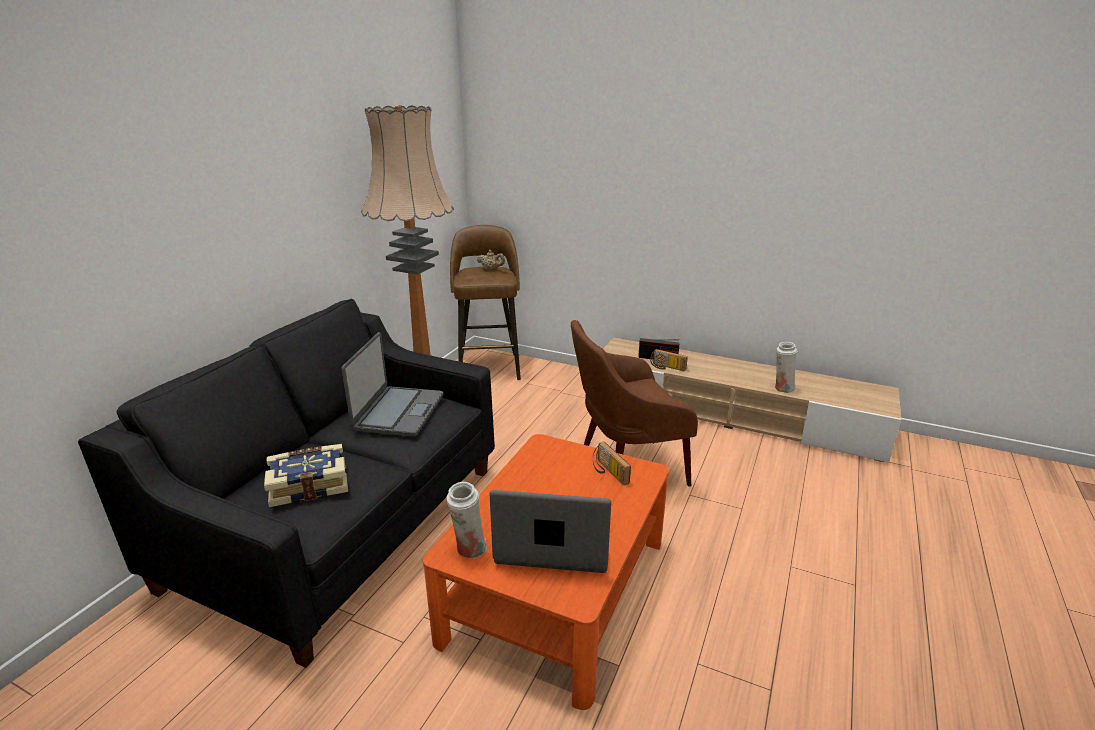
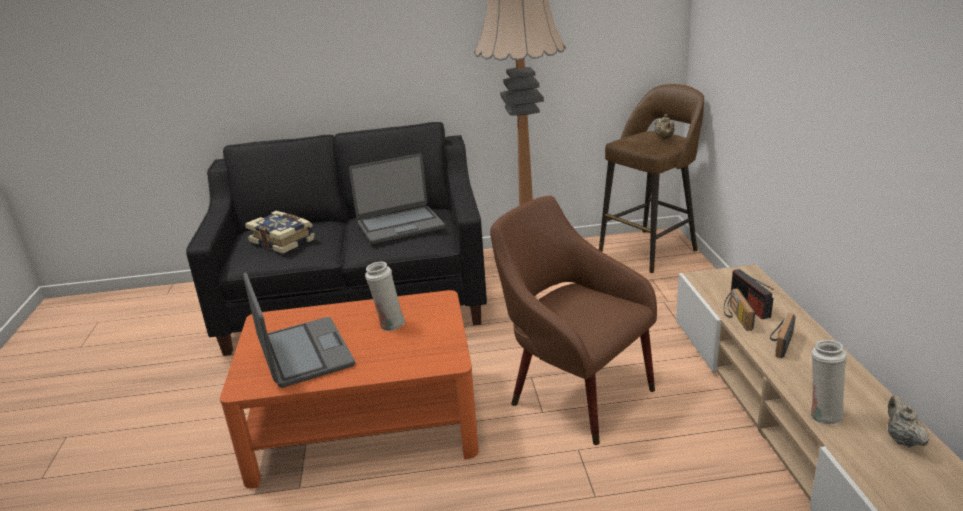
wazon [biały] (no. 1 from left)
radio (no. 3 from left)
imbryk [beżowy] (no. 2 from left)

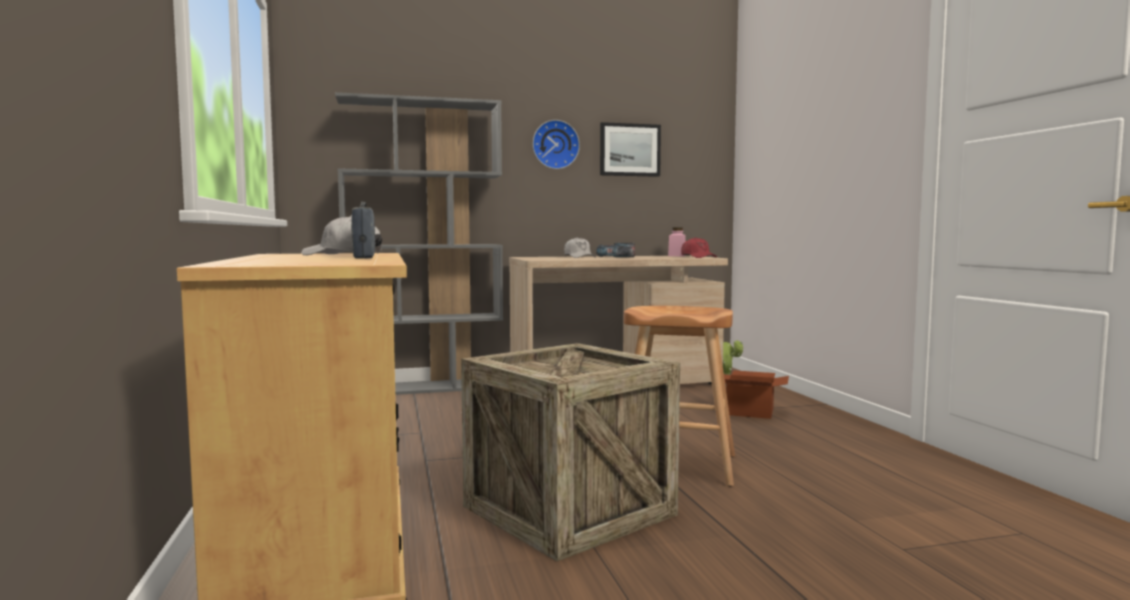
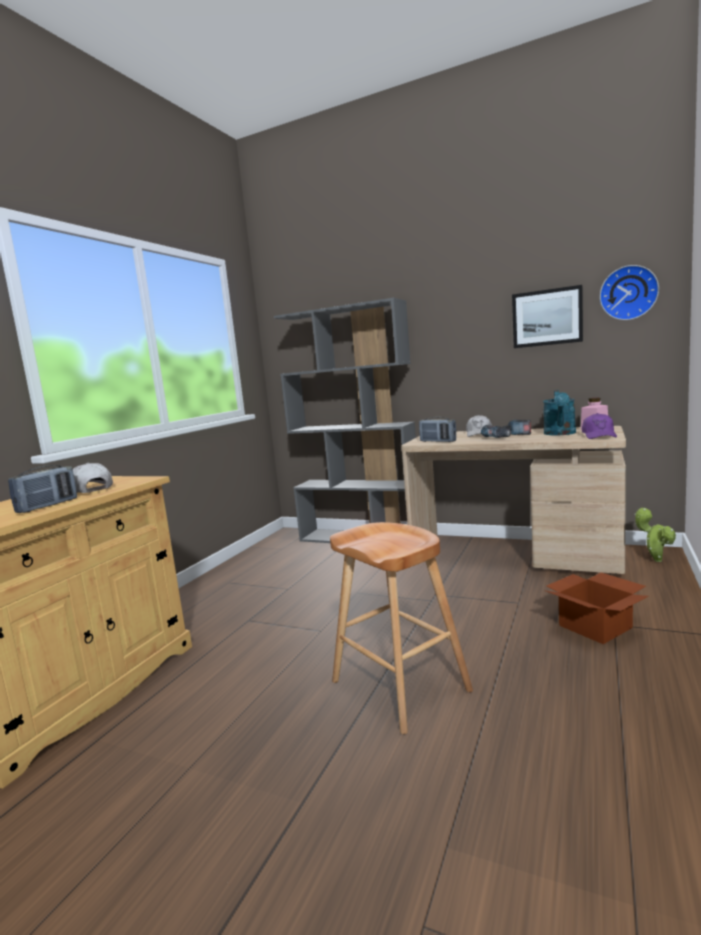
radio (no. 2 from left)
konewka [turkusowy]
czapka z daszkiem [fioletowy]
zegar ścienny
skrzynka

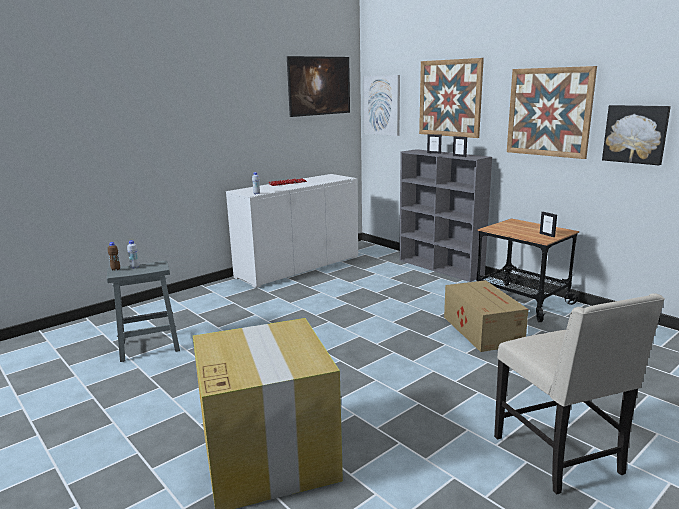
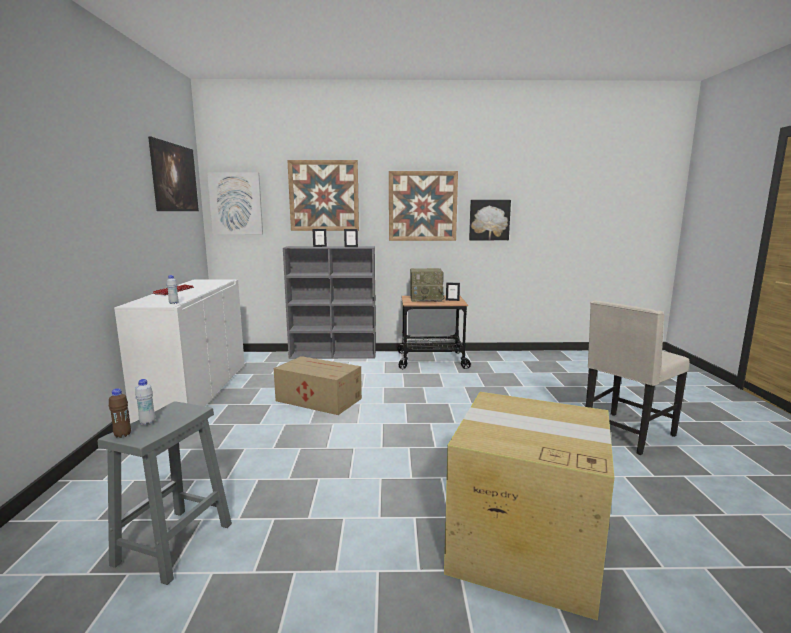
karton (no. 1 from left)
radio
krzesło [beżowy]

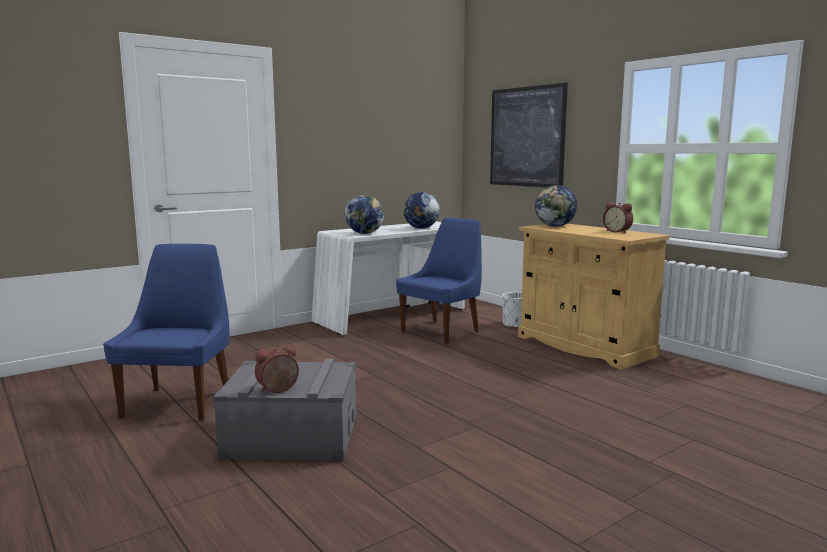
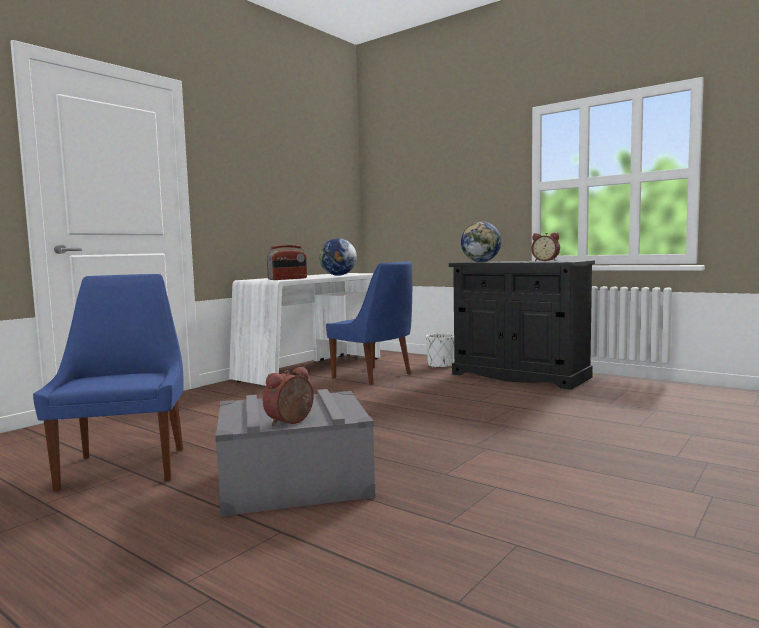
radio
krzesło [niebieski] (no. 2 from left)
szafka [czarny]
obraz

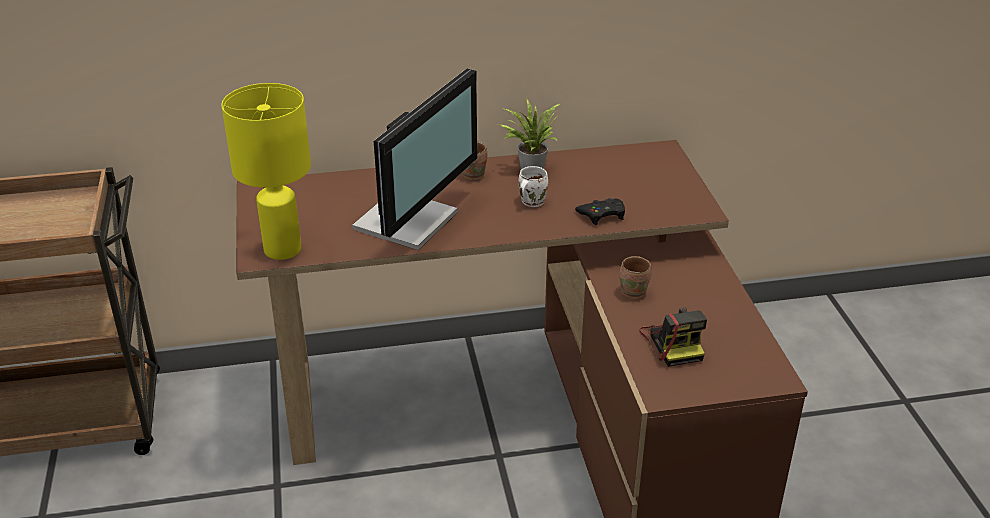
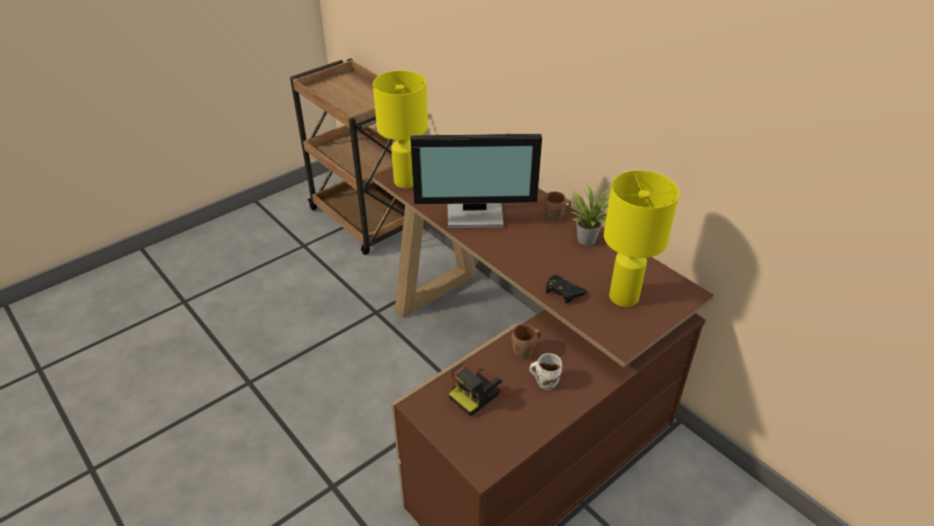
kubek [biały]
lampa stołowa [żółty] (no. 2 from left)

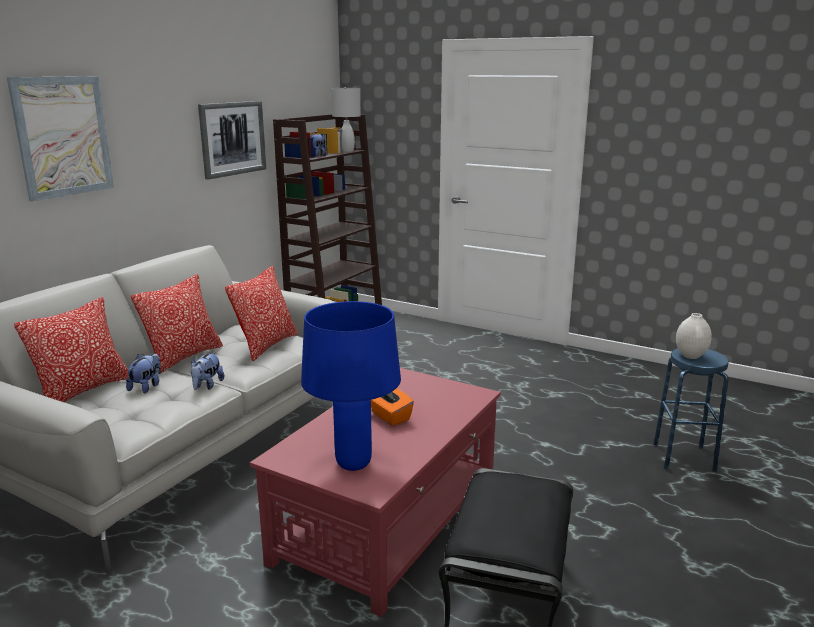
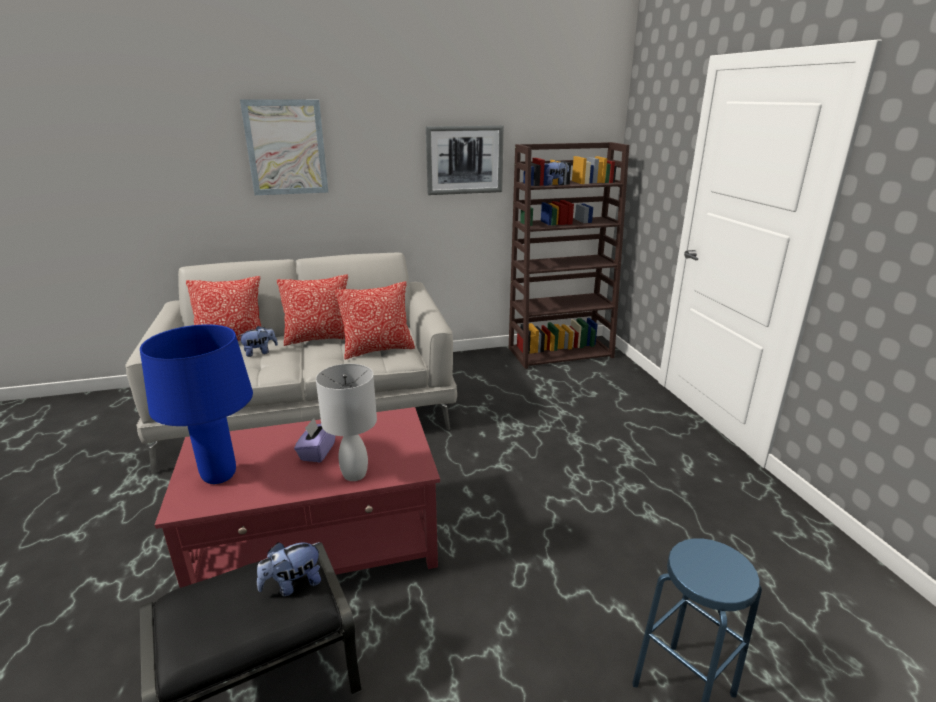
pluszak (no. 2 from left)
pudełko chusteczek [fioletowy]
lampa stołowa [biały]
wazon [biały]

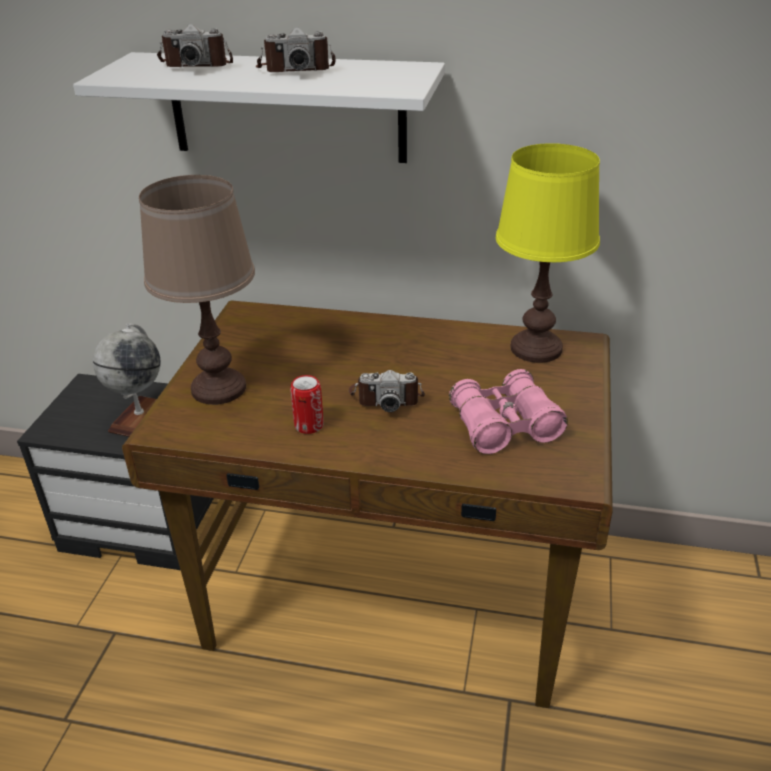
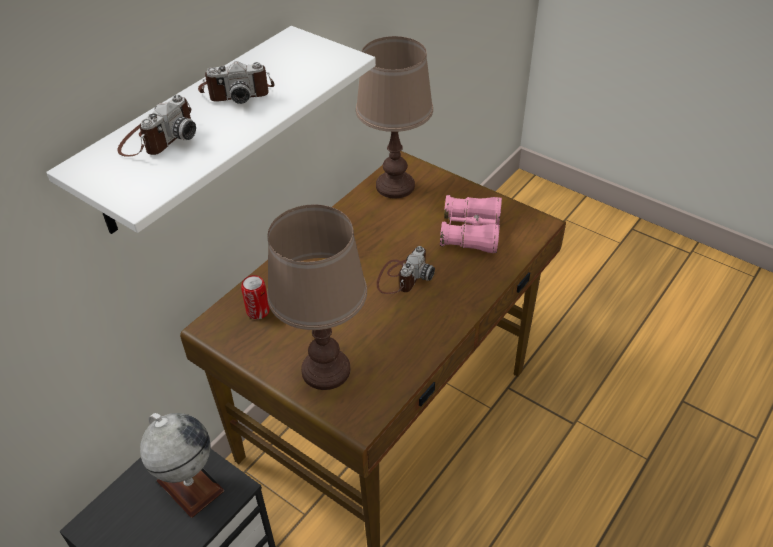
aparat fotograficzny (no. 2 from left)
puszka
lampa stołowa [brązowy] (no. 2 from left)

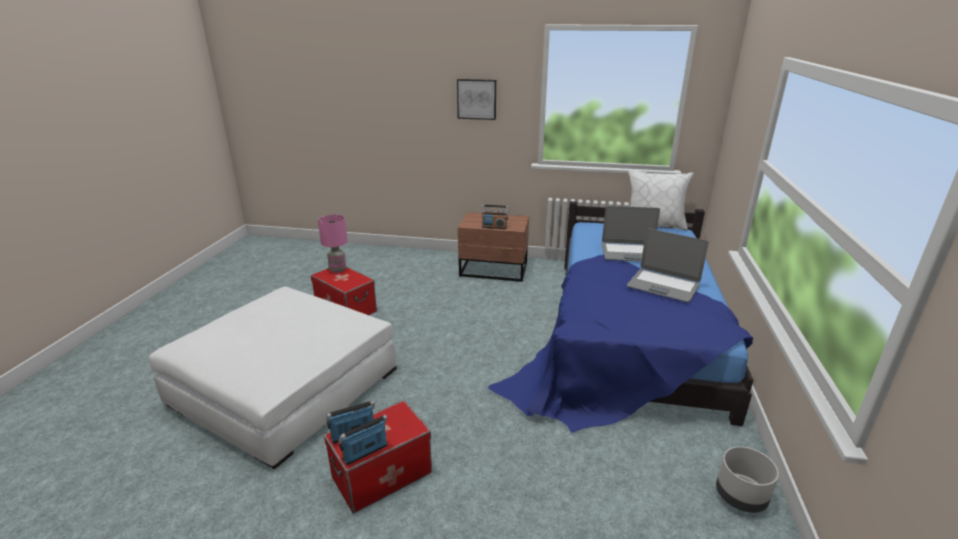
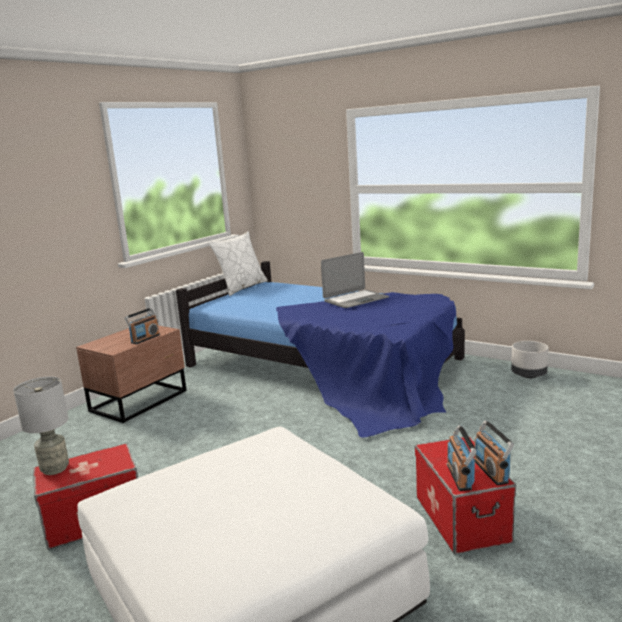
lampa stołowa [szary]
obraz
laptop (no. 1 from left in the first image)

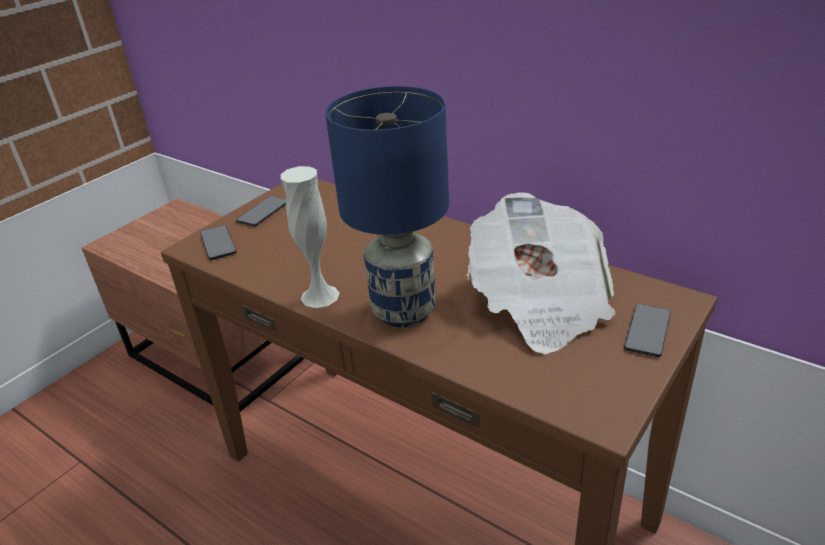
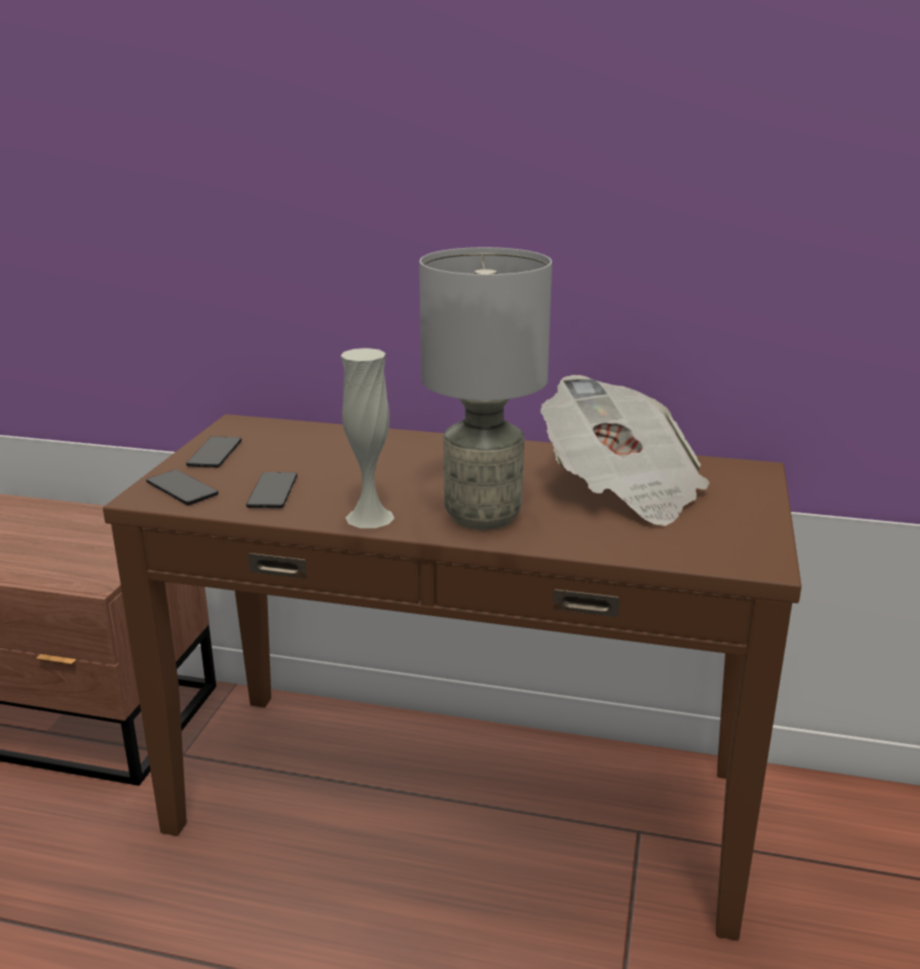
telefon (no. 3 from left)
lampa stołowa [szary]

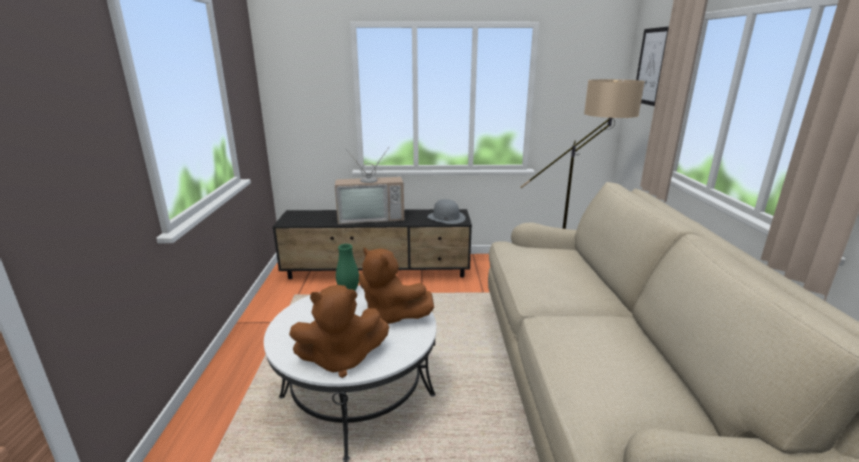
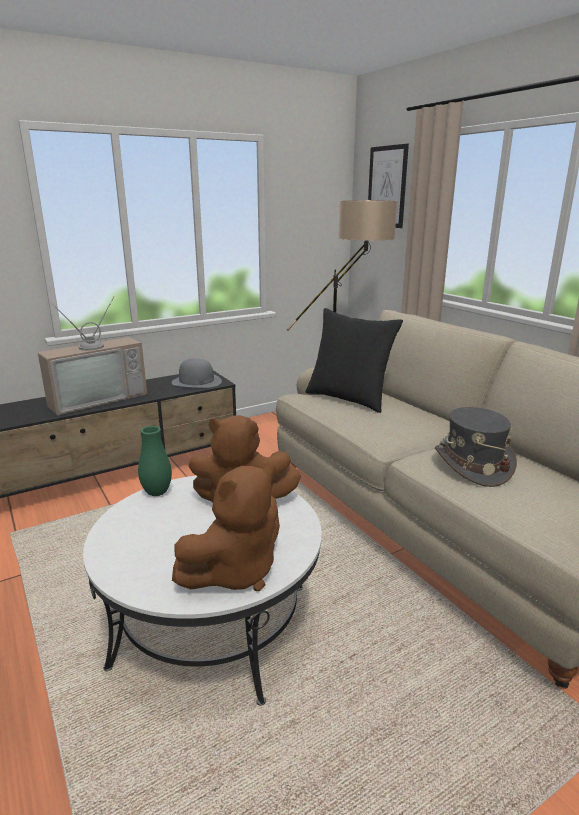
poduszka [czarny]
kapelusz [szary] (no. 2 from left)

